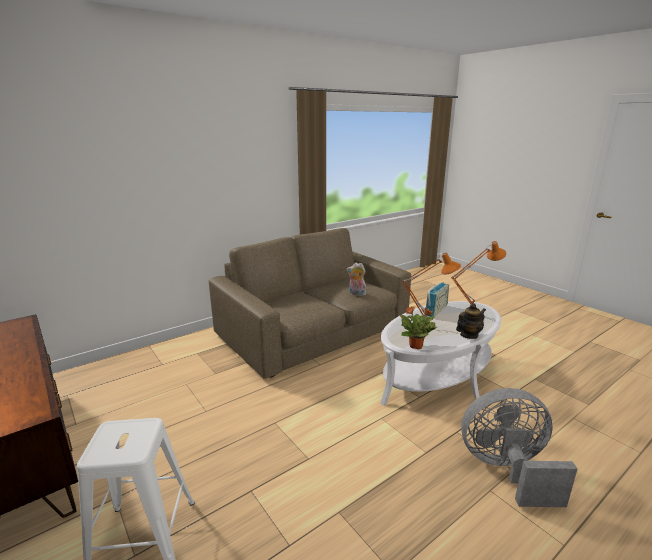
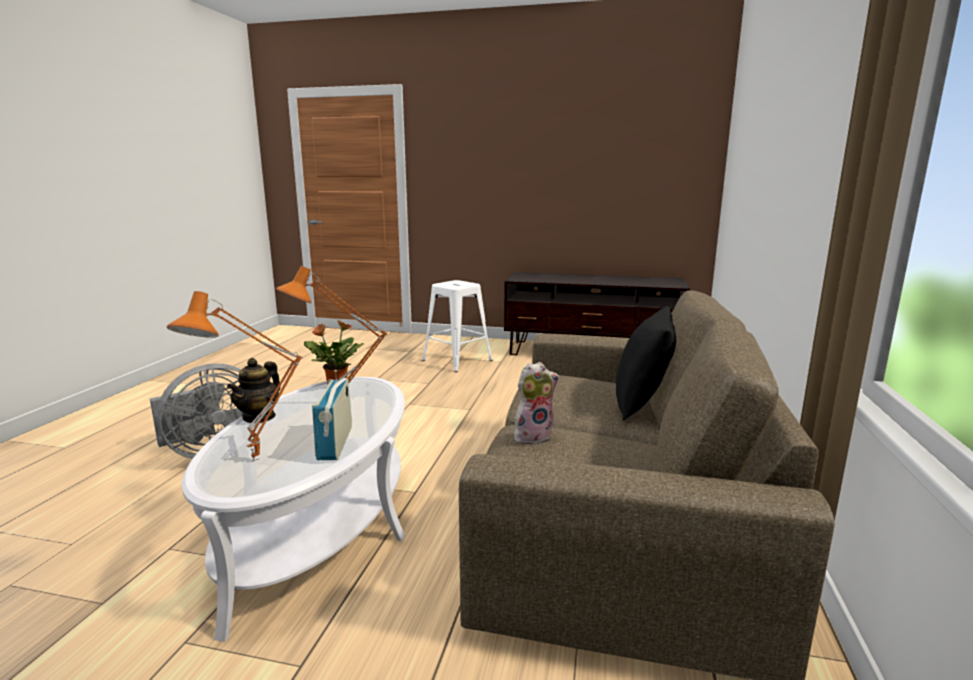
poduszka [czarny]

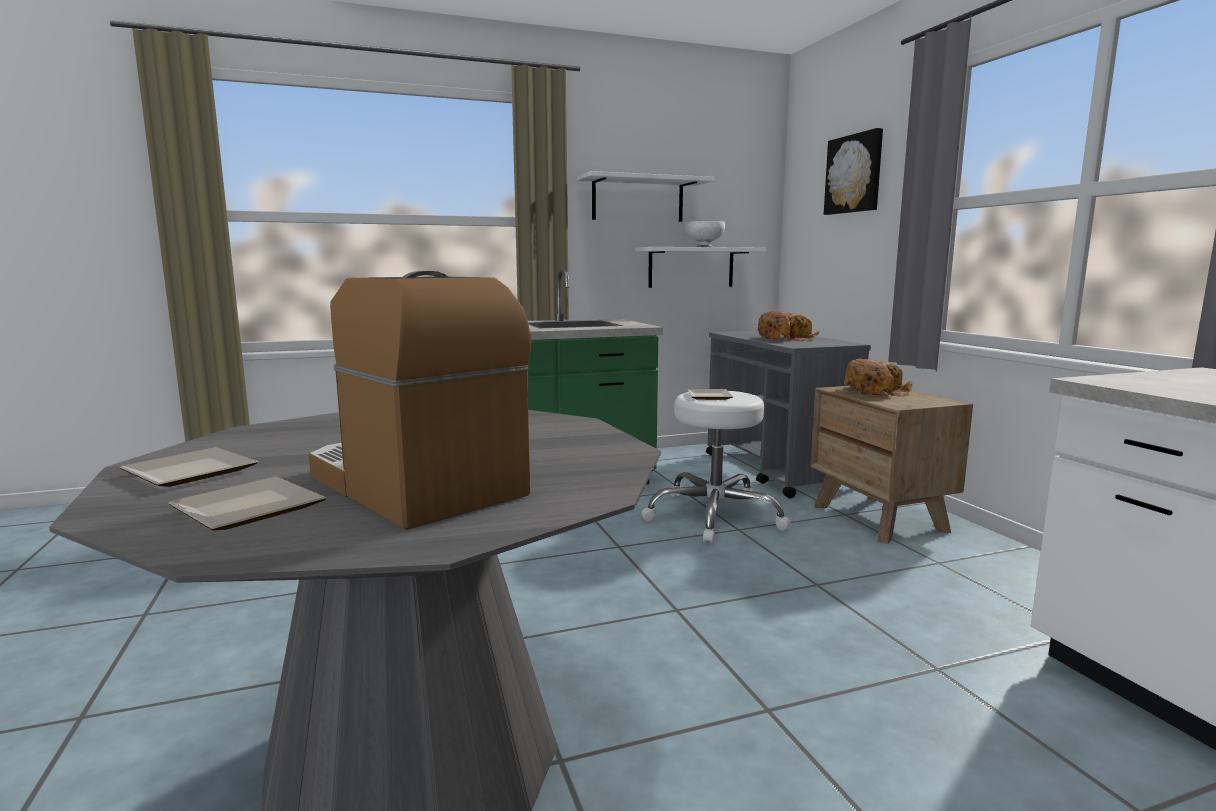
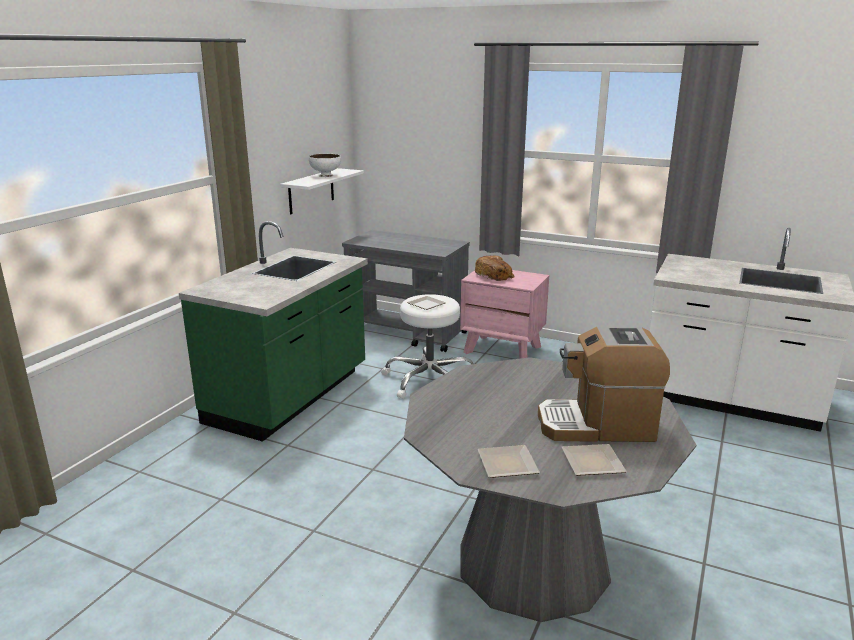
szafka nocna [różowy]
półka [biały] (no. 1 from left in the first image)
chleb (no. 1 from left in the first image)
obraz

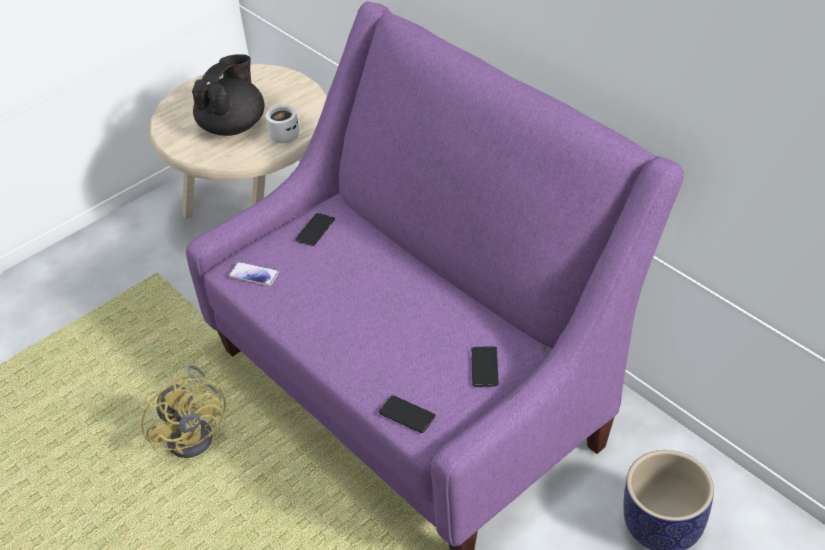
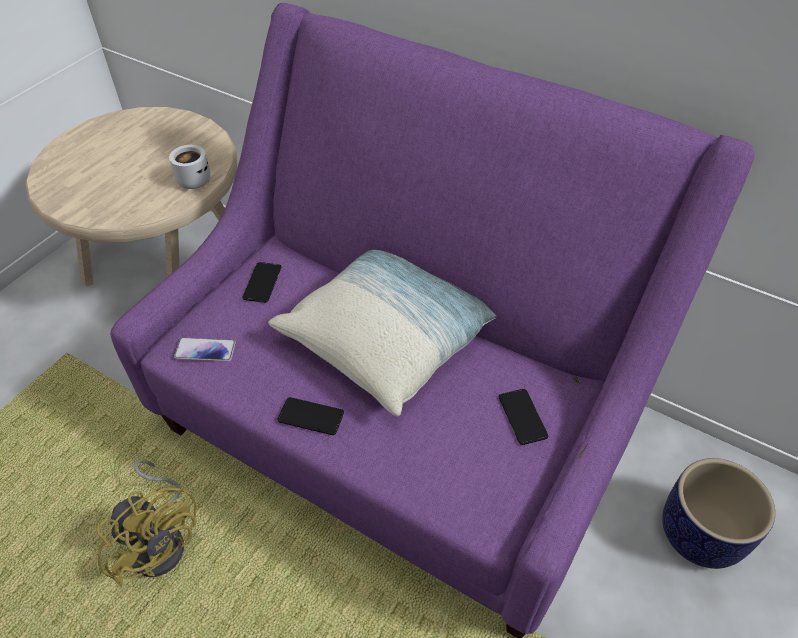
poduszka
telefon (no. 3 from left)
imbryk [czarny]

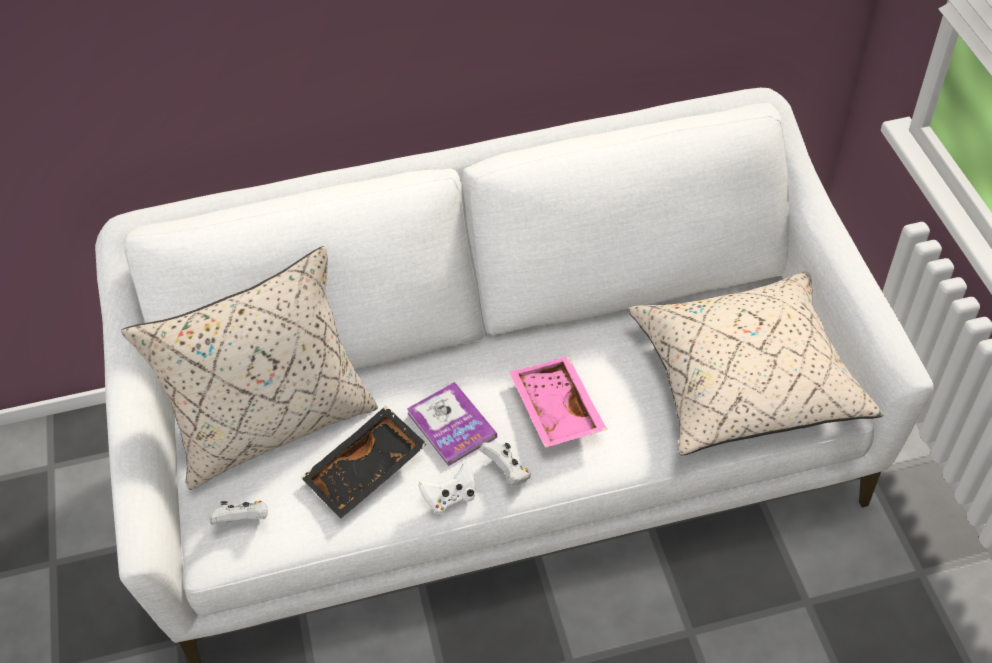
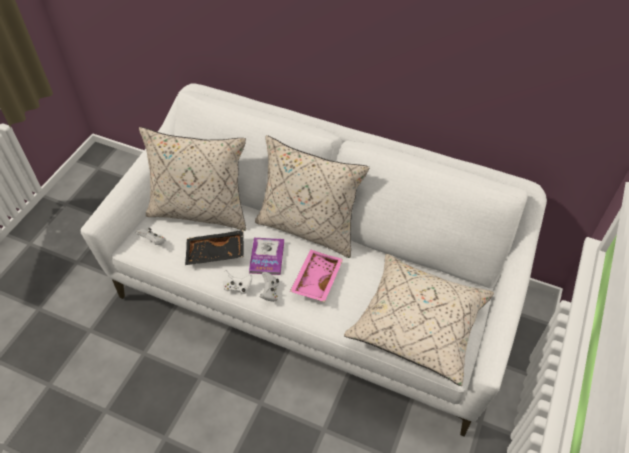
poduszka [beżowy] (no. 2 from left)

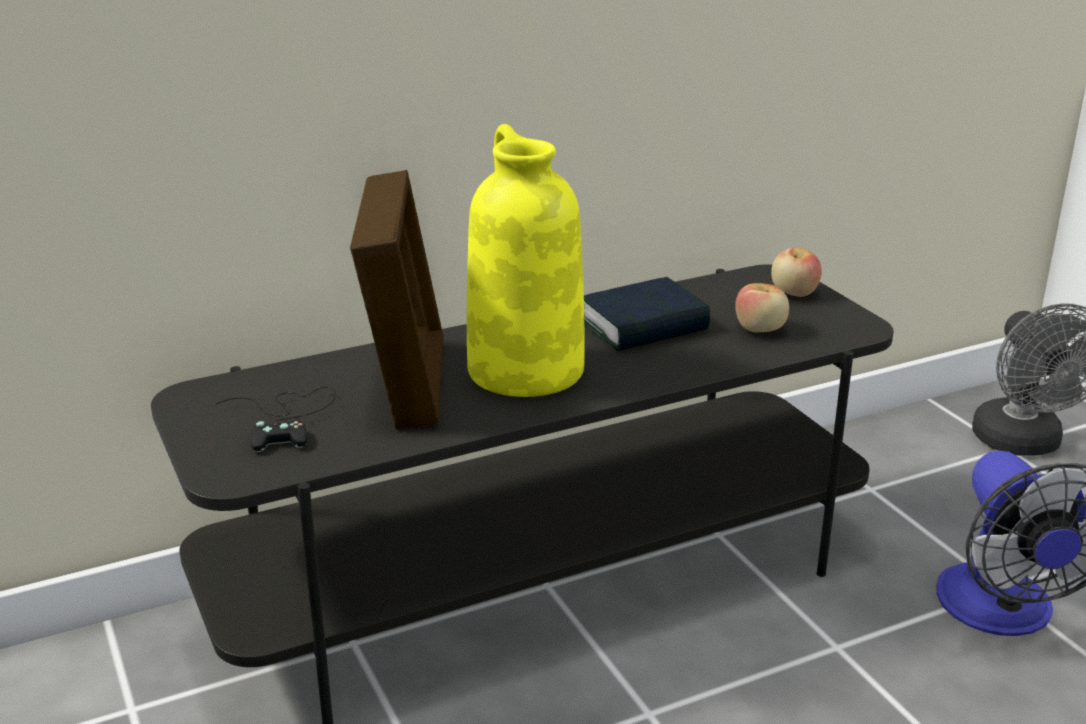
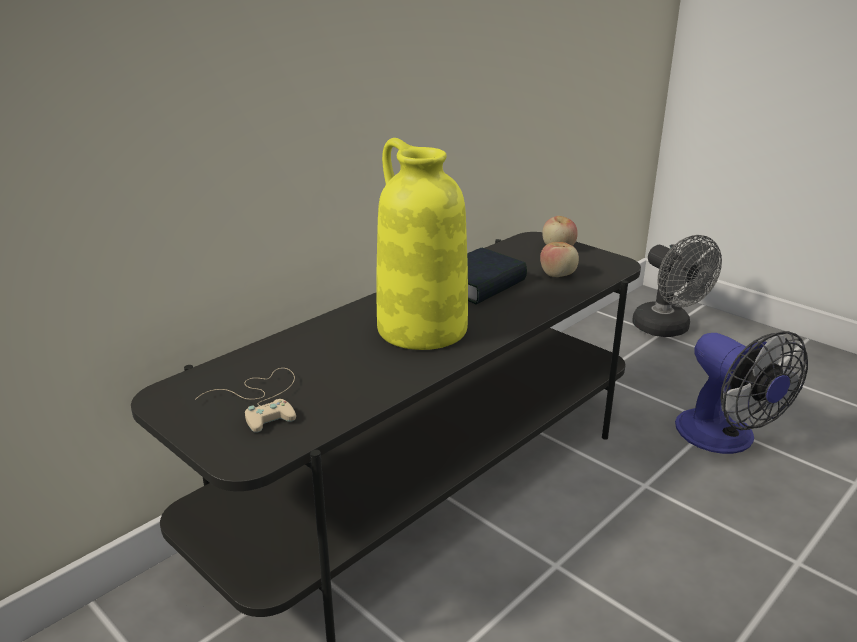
pad do gier [beżowy]
ramka na zdjęcie

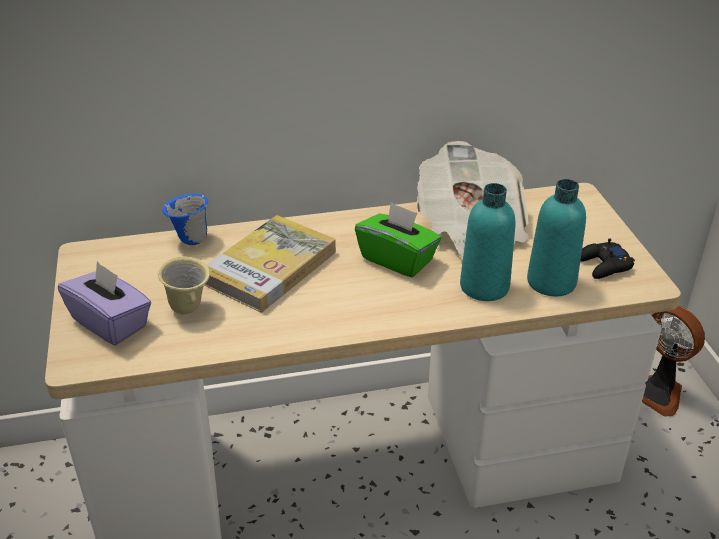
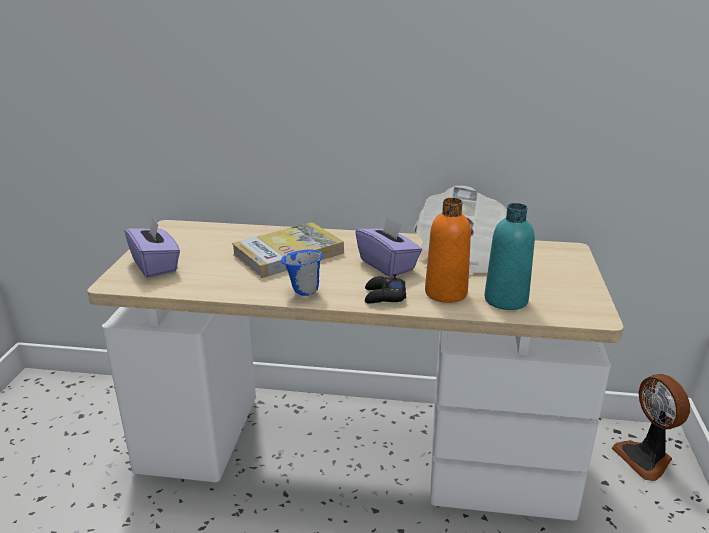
kubek [niebieski]
pudełko chusteczek [fioletowy] (no. 2 from left)
pad do gier [czarny]
butelka [pomarańczowy]
kubek [beżowy]

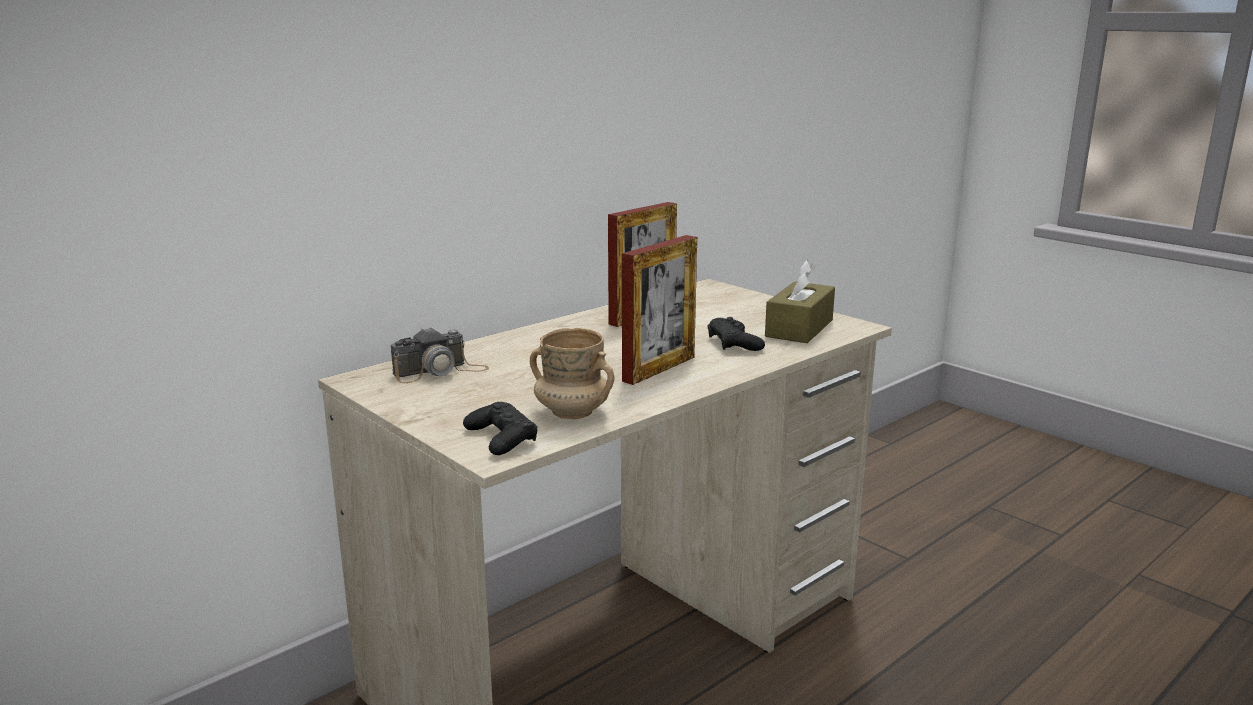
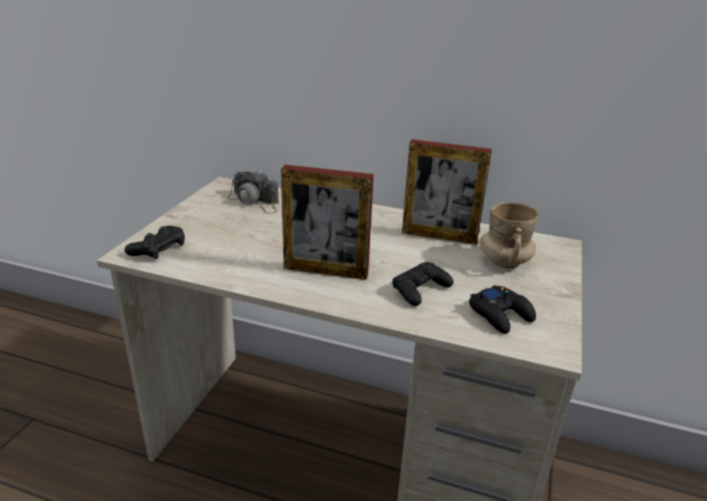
pad do gier [czarny] (no. 3 from left)
kubek [beżowy]

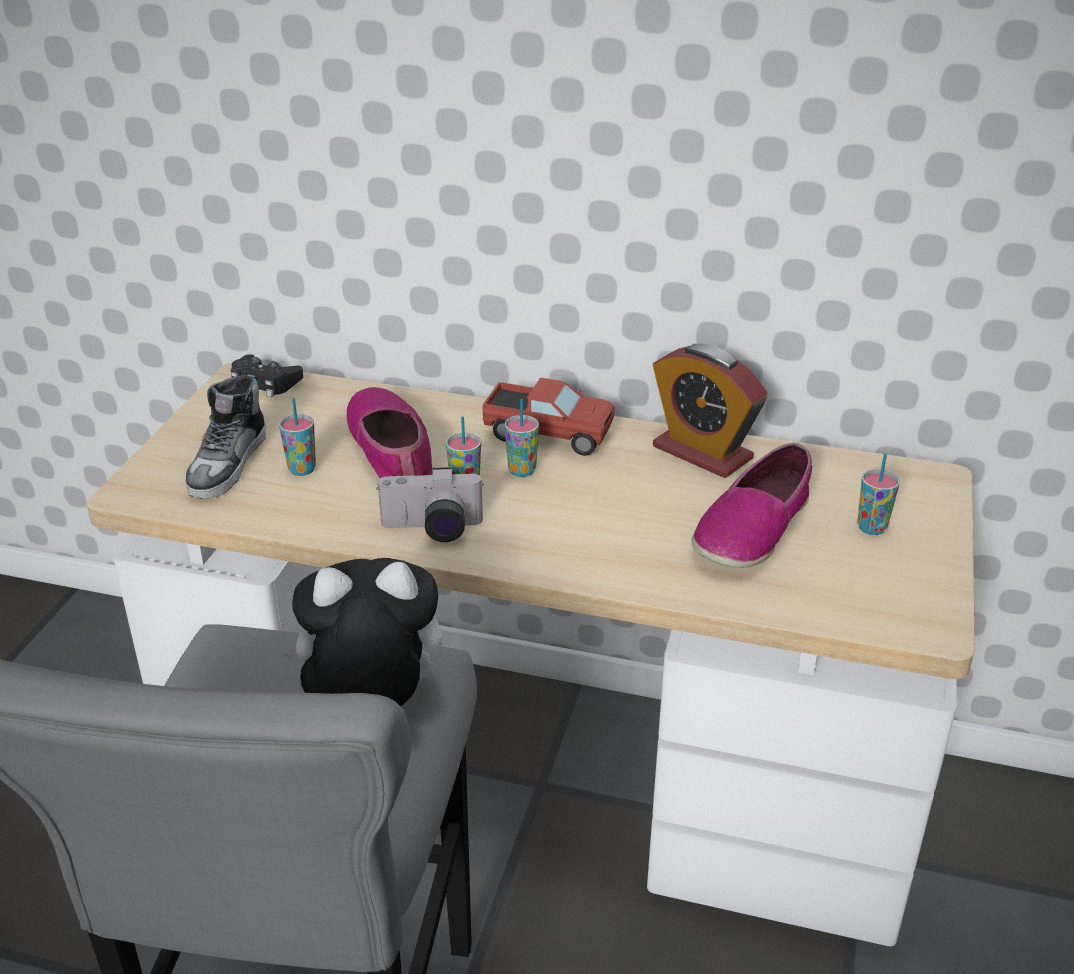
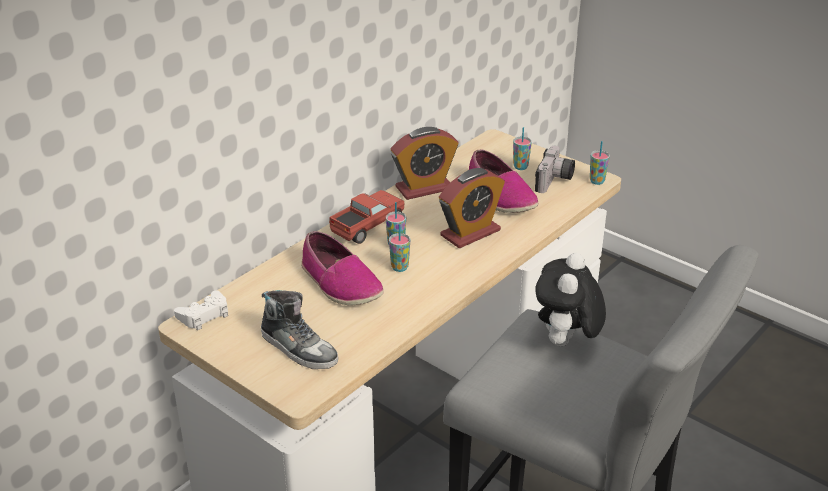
pad do gier [biały]
but (no. 2 from left)
budzik (no. 2 from left)
aparat fotograficzny
filiżanka (no. 4 from left)

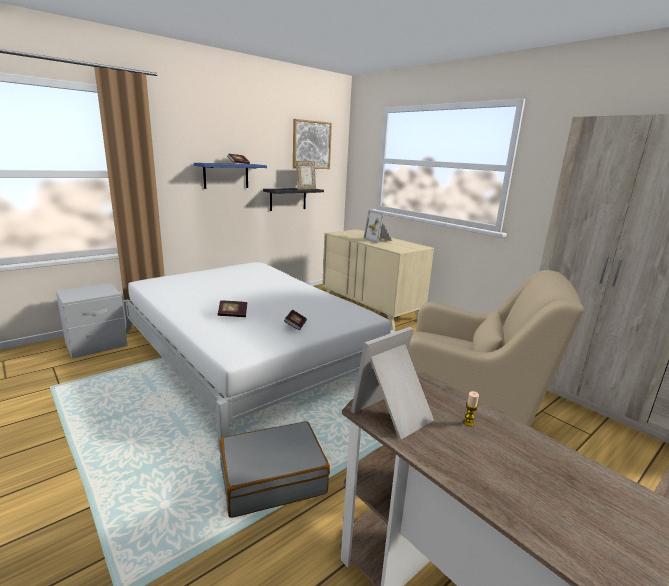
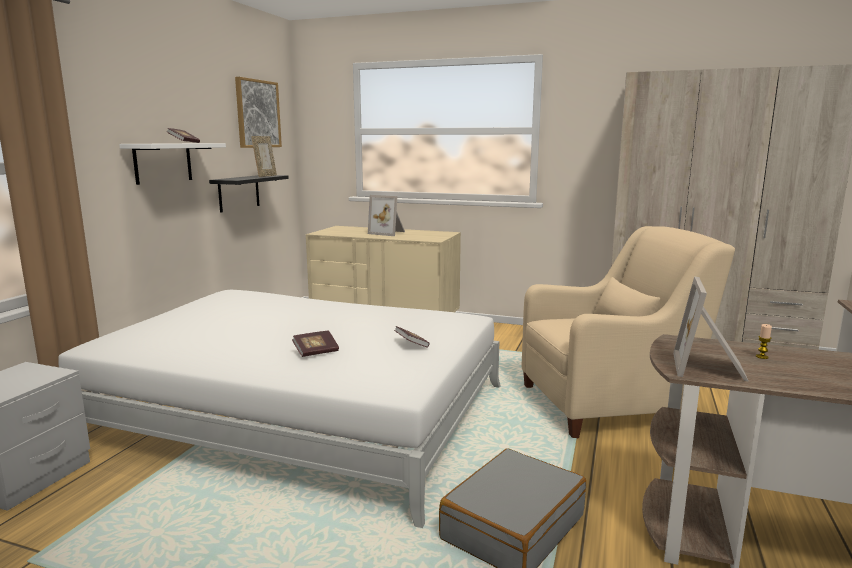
półka [biały]

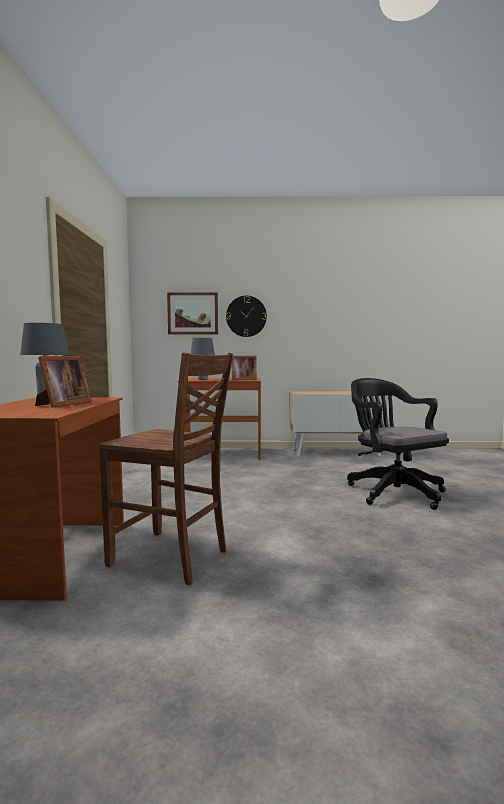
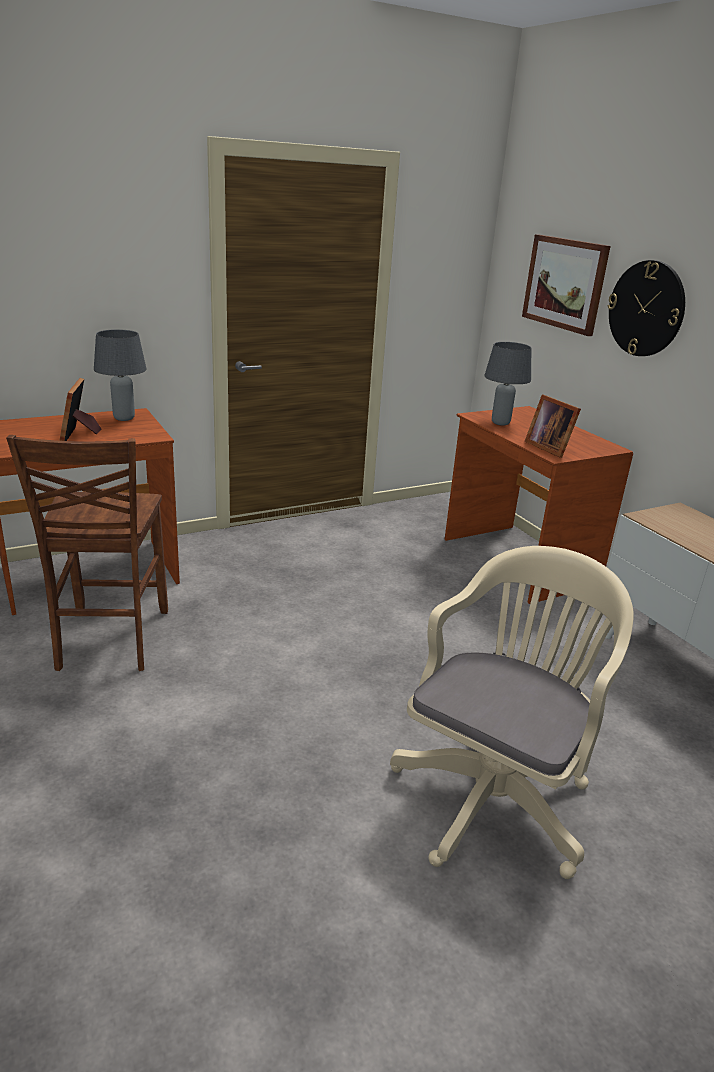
ramka na zdjęcie (no. 1 from left)
krzesło biurowe [beżowy]

